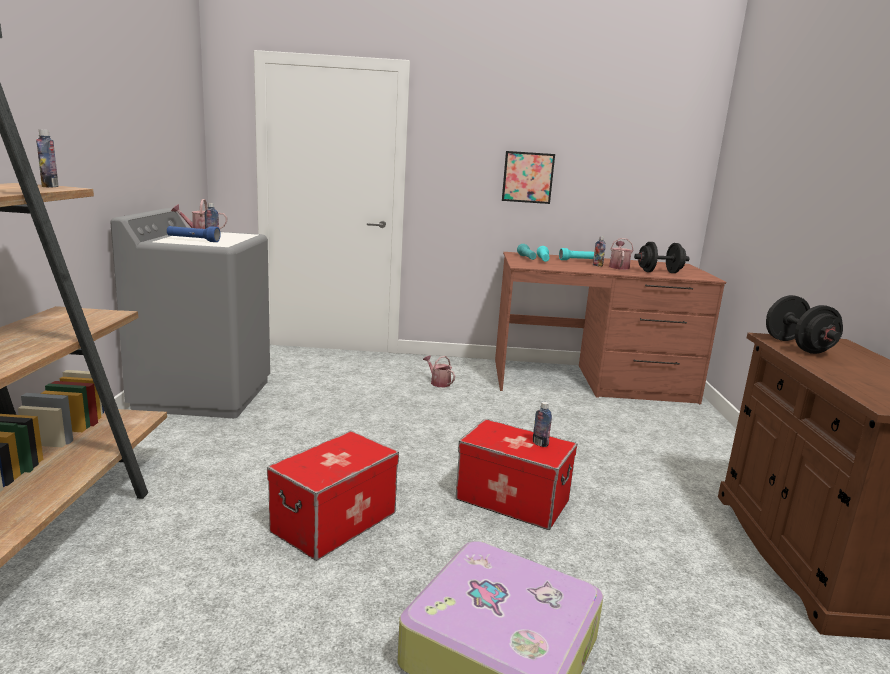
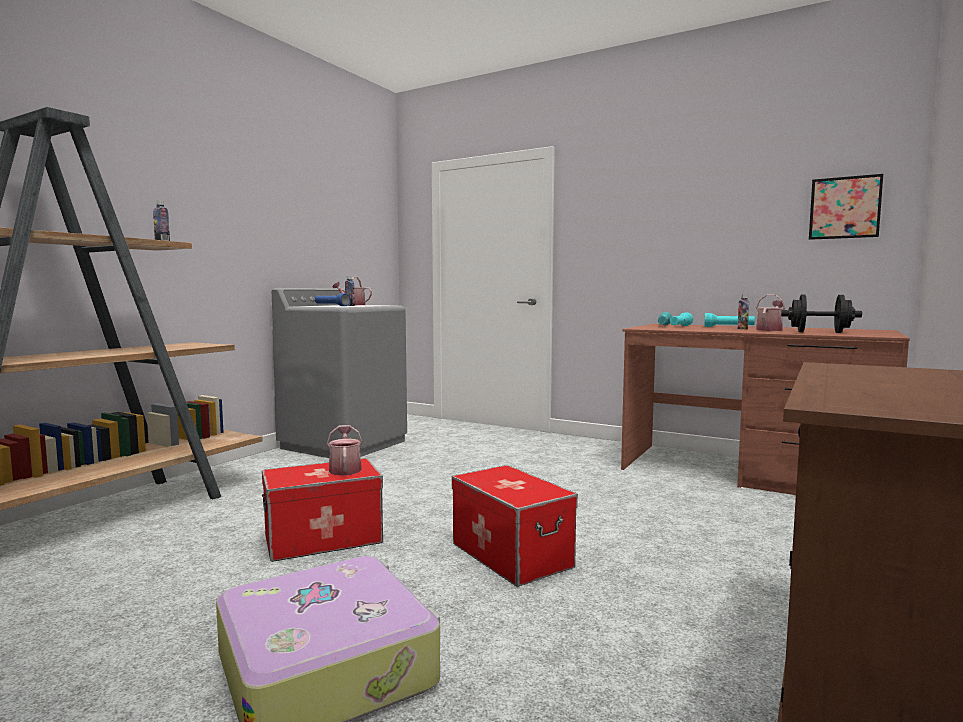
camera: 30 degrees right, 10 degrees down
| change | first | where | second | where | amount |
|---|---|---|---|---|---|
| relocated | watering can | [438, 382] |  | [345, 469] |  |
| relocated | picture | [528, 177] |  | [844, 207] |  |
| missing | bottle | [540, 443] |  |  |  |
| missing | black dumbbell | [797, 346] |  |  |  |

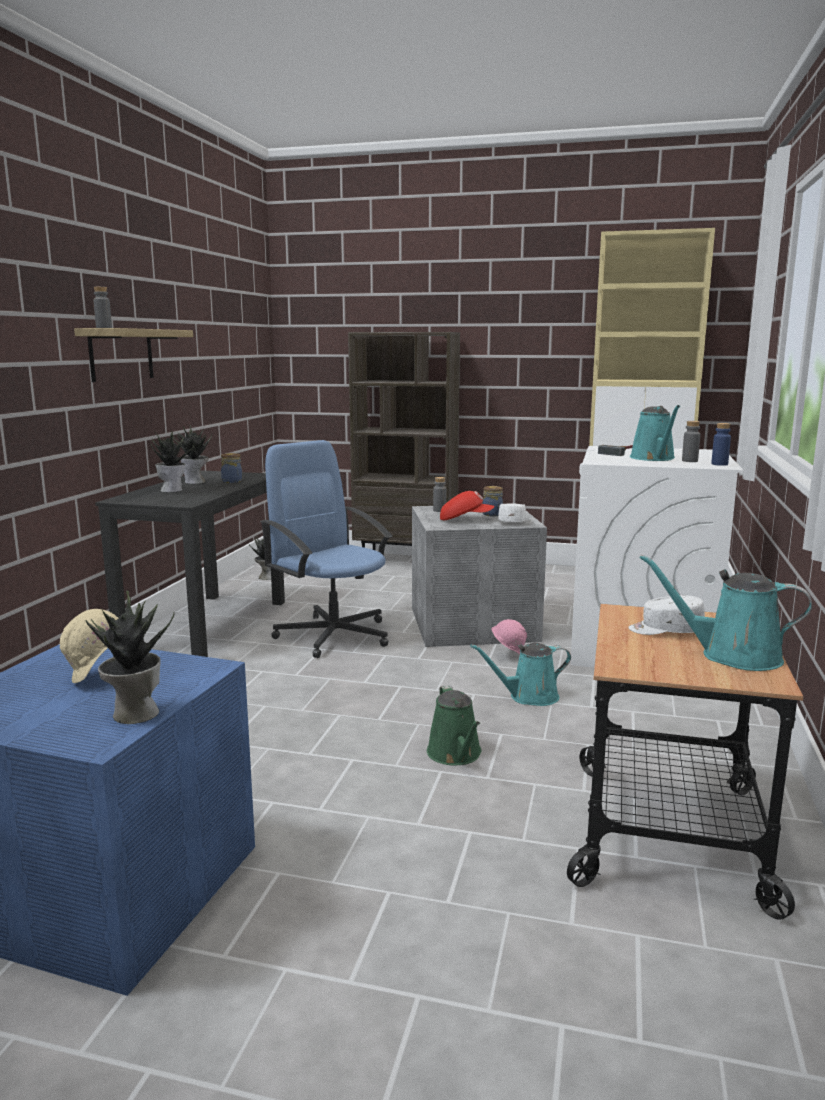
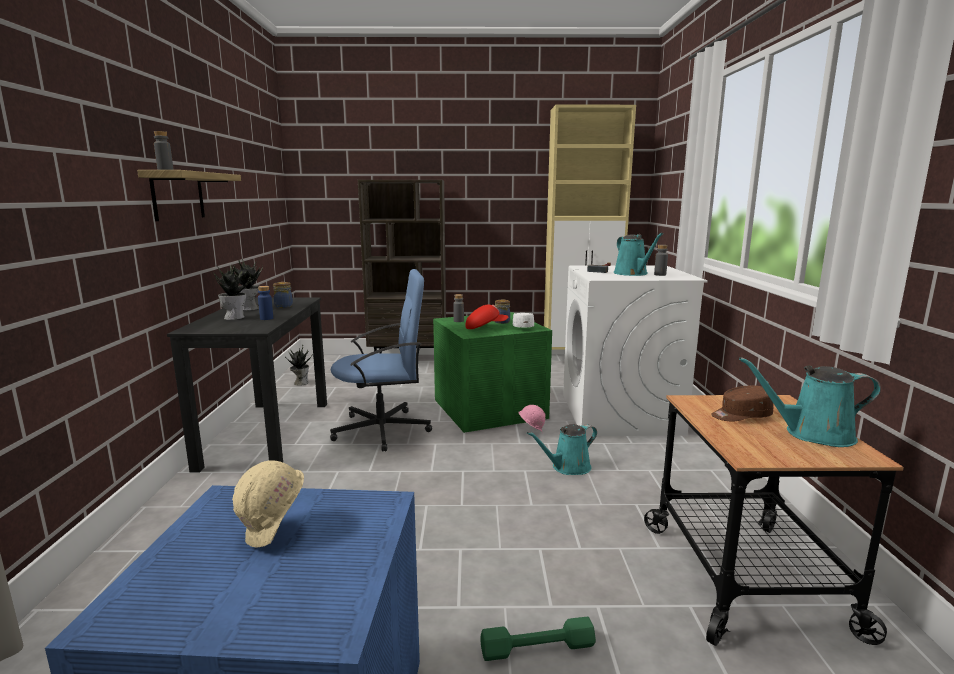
camera: 15 degrees left, 0 degrees up
| change | first | where | second | where | amount |
|---|---|---|---|---|---|
| relocated | blue bottle | [719, 464] |  | [266, 318] |  |
| spun | blue office chair | [333, 635] |  | [383, 430] | 135 degrees clockwise |
| colour | grey storage box | [471, 625] | green storage box | [488, 409] |  |
| appeared |  |  | green dumbbell | [537, 648] |  |
| colour | white cap | [665, 630] | brown cap | [740, 415] |  |
| missing | potted plant | [133, 714] |  |  |  |
| missing | green watering can | [456, 754] |  |  |  |

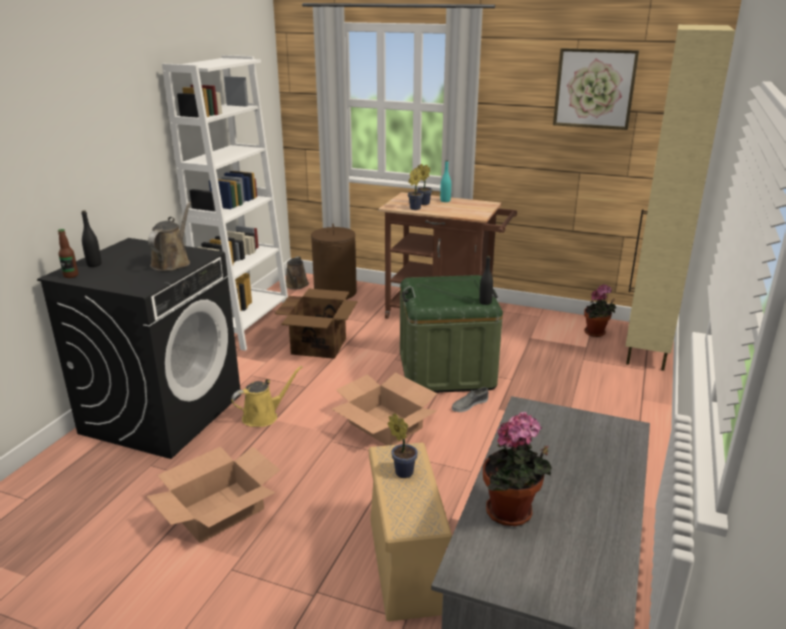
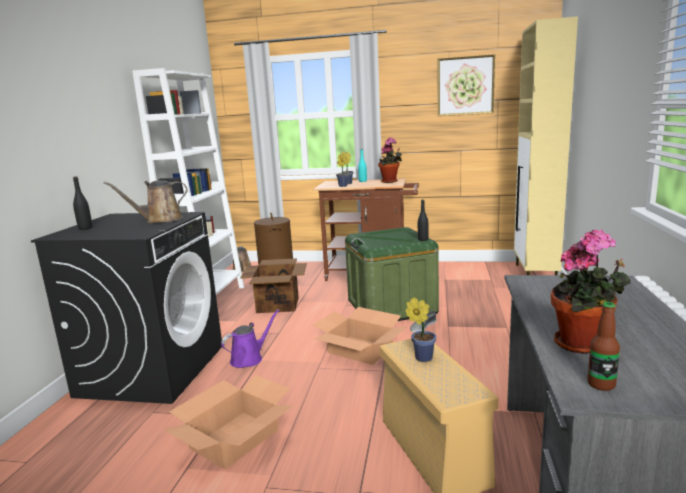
camera: 10 degrees left, 10 degrees down
| change | first | where | second | where | amount |
|---|---|---|---|---|---|
| spun | brown watering can | [172, 262] |  | [160, 220] | 120 degrees counterclockwise |
| colour | yellow watering can | [263, 416] | purple watering can | [249, 359] |  |
| relocated | potted plant | [596, 333] |  | [390, 181] |  |
| relocated | bottle | [71, 275] |  | [601, 384] |  |

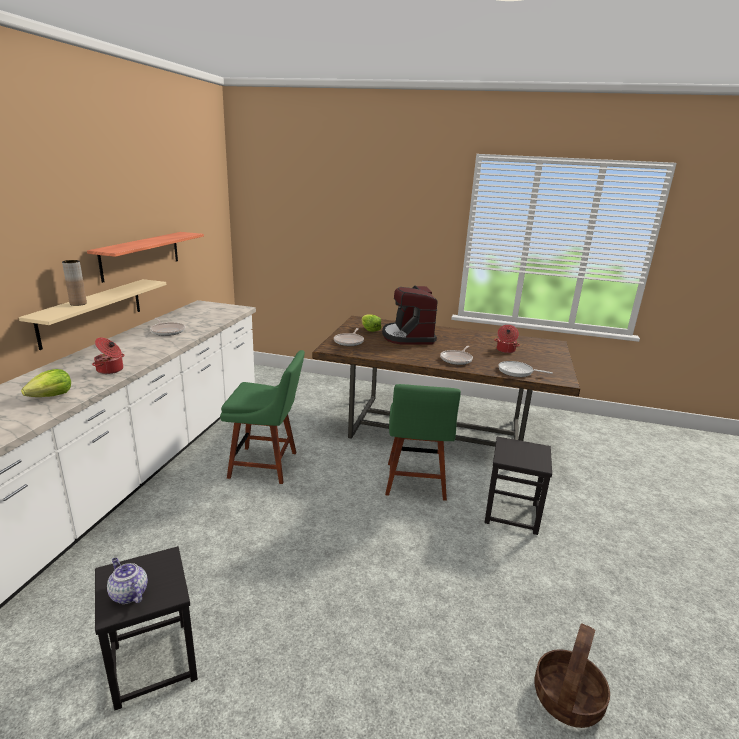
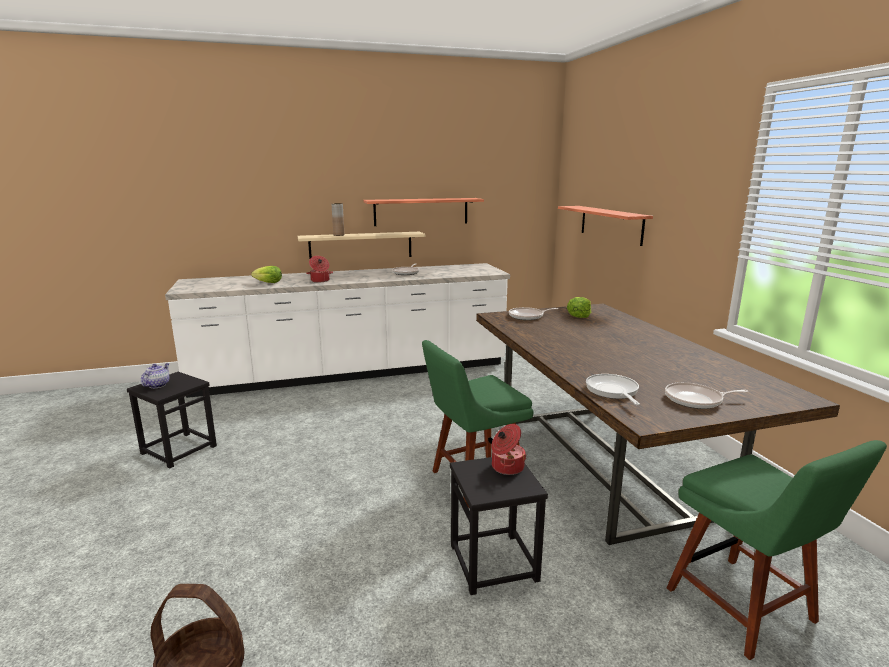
camera: 60 degrees right, 5 degrees down
| change | first | where | second | where | amount |
|---|---|---|---|---|---|
| relocated | cooking pot | [505, 350] |  | [506, 467] |  |
| appeared |  |  | shelf | [611, 224] |  |
| relocated | frying pan | [457, 359] |  | [696, 400] |  |
| relocated | green chair | [267, 465] |  | [746, 609] |  |
| missing | coffee machine | [408, 336] |  |  |  |

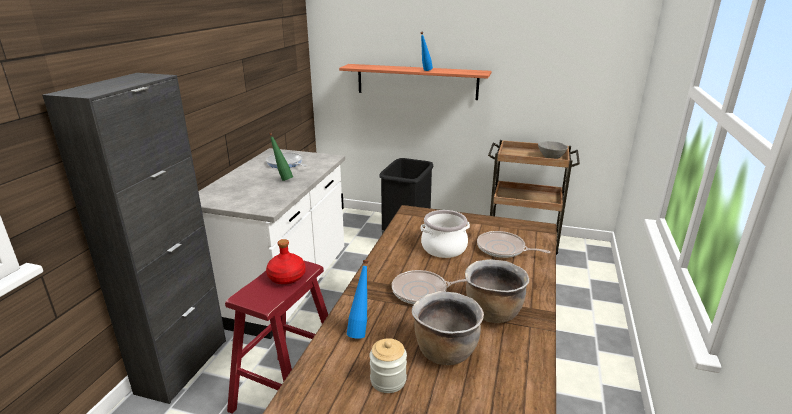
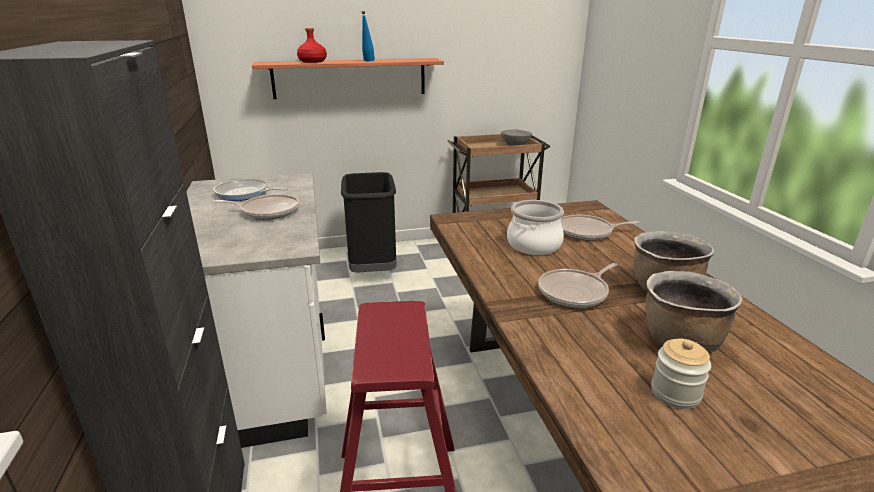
camera: 30 degrees left, 0 degrees up
| change | first | where | second | where | amount |
|---|---|---|---|---|---|
| exchanged | green bottle | [282, 179] | frying pan | [267, 211] |  |
| relocated | red bottle | [286, 277] |  | [312, 61] |  |
| missing | blue bottle | [360, 331] |  |  |  |

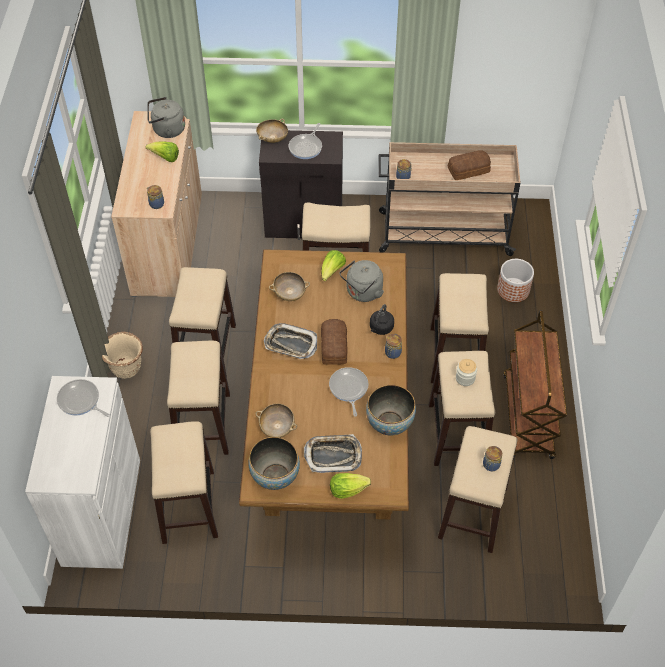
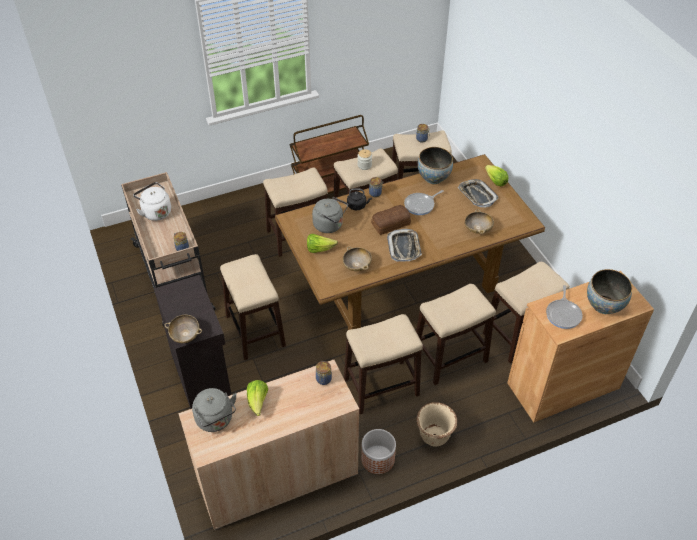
camera: 115 degrees left, 5 degrees down
| change | first | where | second | where | amount |
|---|---|---|---|---|---|
| exchanged | bread | [469, 170] | white kettle | [155, 212] |  |
| relocated | planter | [513, 290] |  | [377, 459] |  |
| colour | white cabinet | [101, 511] | brown cabinet | [563, 385] |  |
| relocated | bowl | [275, 477] |  | [603, 305] |  |
| missing | frying pan | [306, 147] |  |  |  |

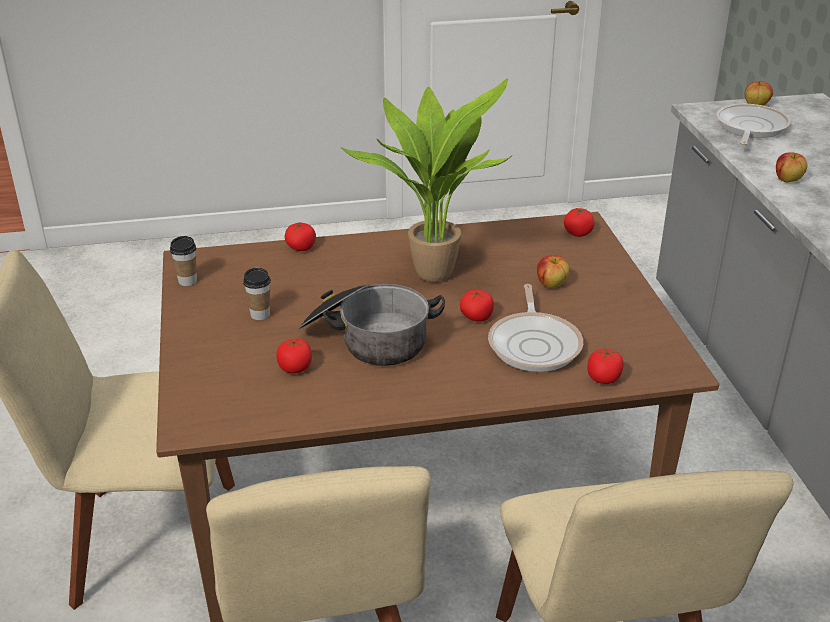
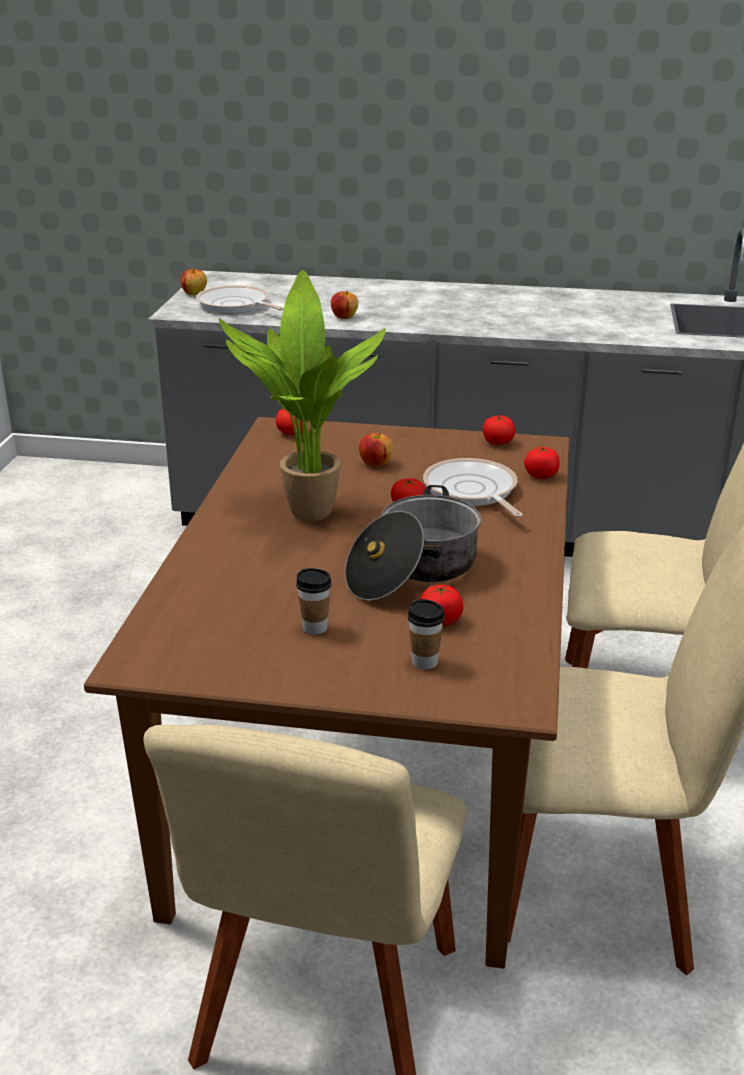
camera: 70 degrees left, 5 degrees down
| change | first | where | second | where | amount |
|---|---|---|---|---|---|
| relocated | cup | [187, 281] |  | [424, 662] |  |
| spun | frying pan | [535, 344] |  | [472, 491] | 135 degrees counterclockwise |
| relocated | tomato | [301, 247] |  | [497, 442] |  |

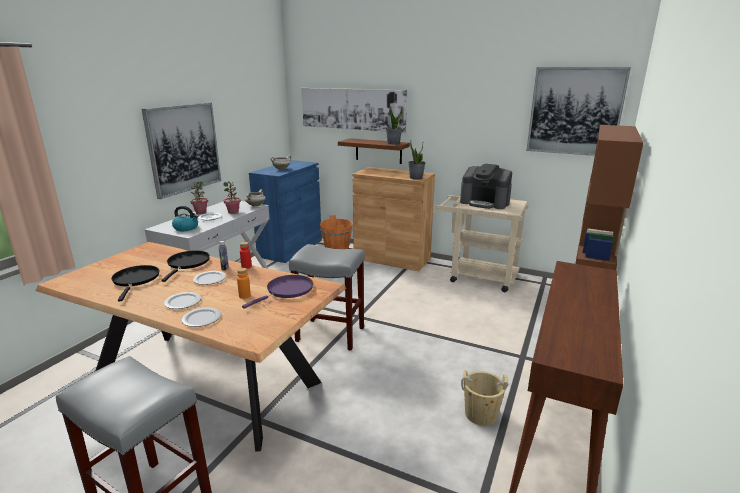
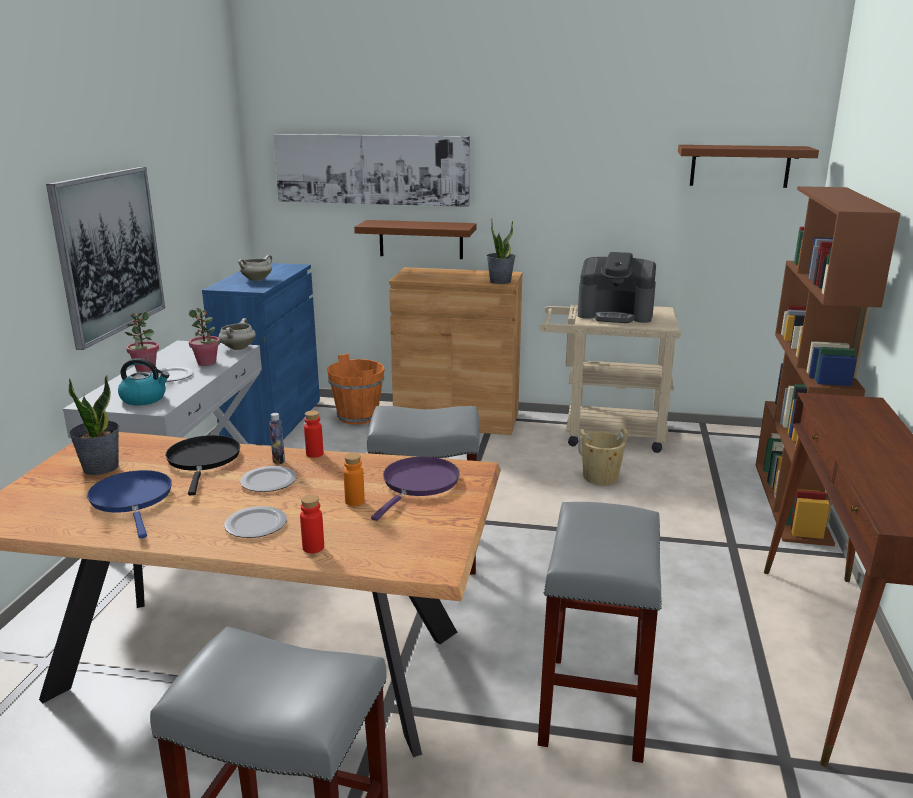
camera: 15 degrees left, 0 degrees up
| change | first | where | second | where | amount |
|---|---|---|---|---|---|
| relocated | potted plant | [393, 143] |  | [100, 467] |  |
| colour | black frying pan | [135, 280] | blue frying pan | [132, 499] |  |
| exchanged | plate | [201, 319] | red bottle | [313, 547] |  |
| appeared |  |  | grey stool | [594, 708] |  |
| relocated | beige bucket | [481, 414] |  | [600, 477] |  |
| exchanged | picture | [575, 111] | brown shelf | [740, 166] |  |

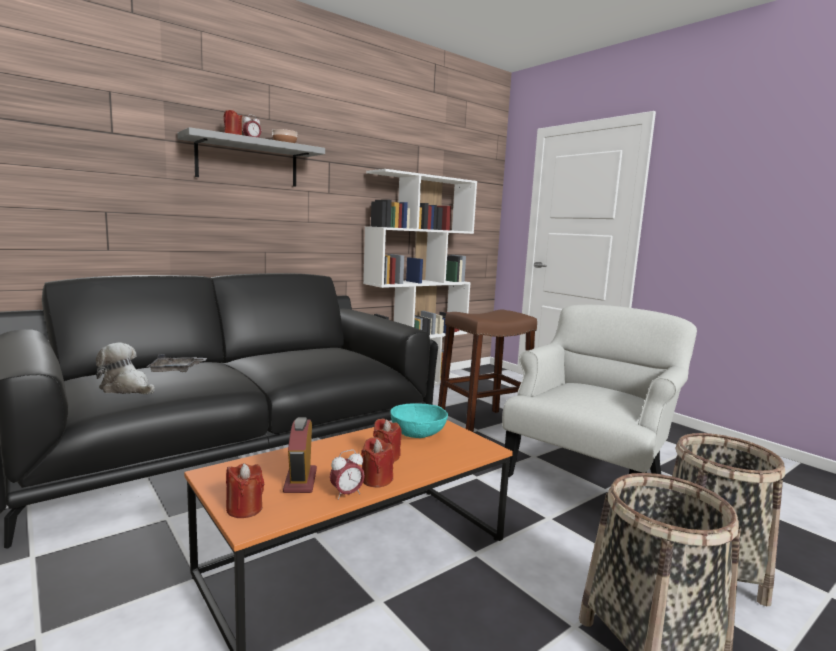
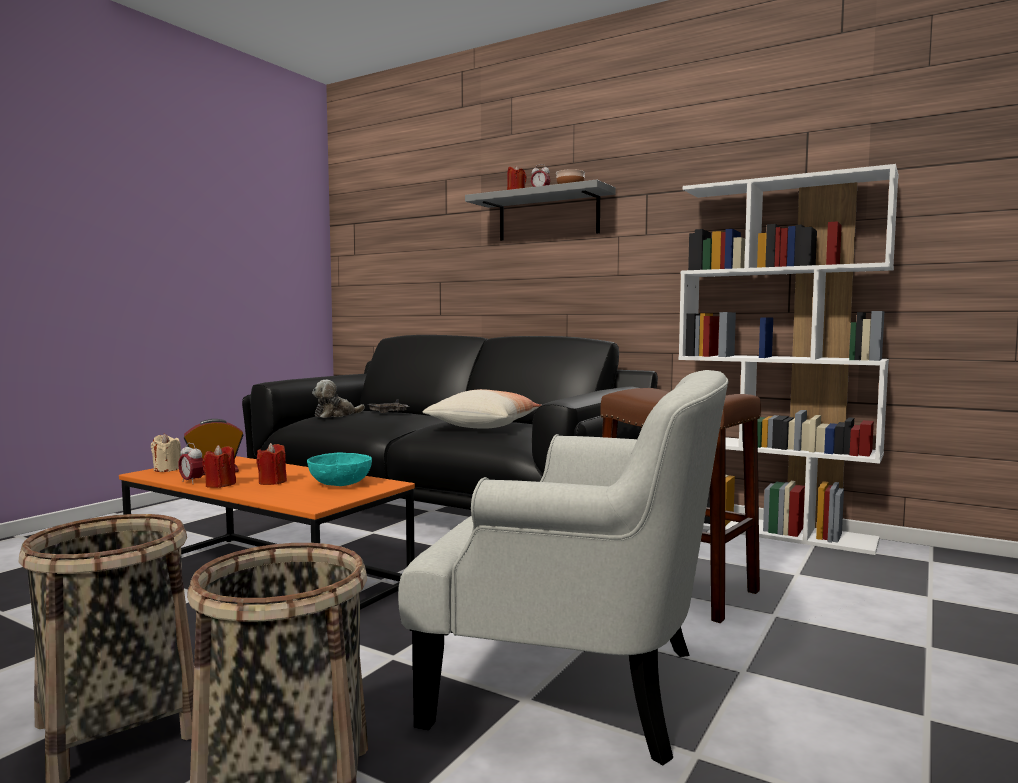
camera: 70 degrees right, 5 degrees down
| change | first | where | second | where | amount |
|---|---|---|---|---|---|
| colour | red candle | [244, 509] | beige candle | [167, 469] |  |
| spun | plush toy | [127, 389] |  | [336, 415] | 135 degrees counterclockwise |
| appeared |  |  | pillow | [484, 425] |  |

